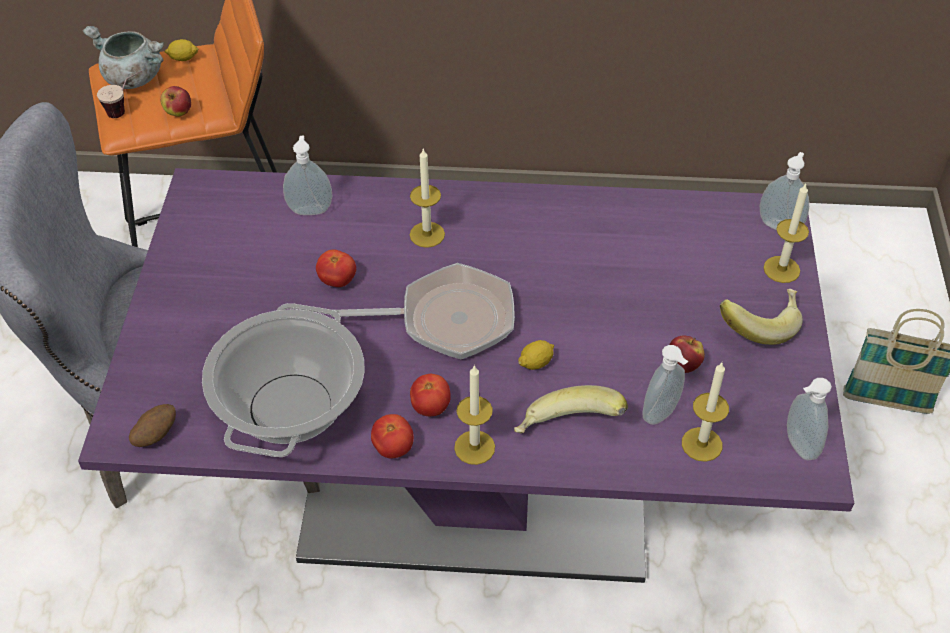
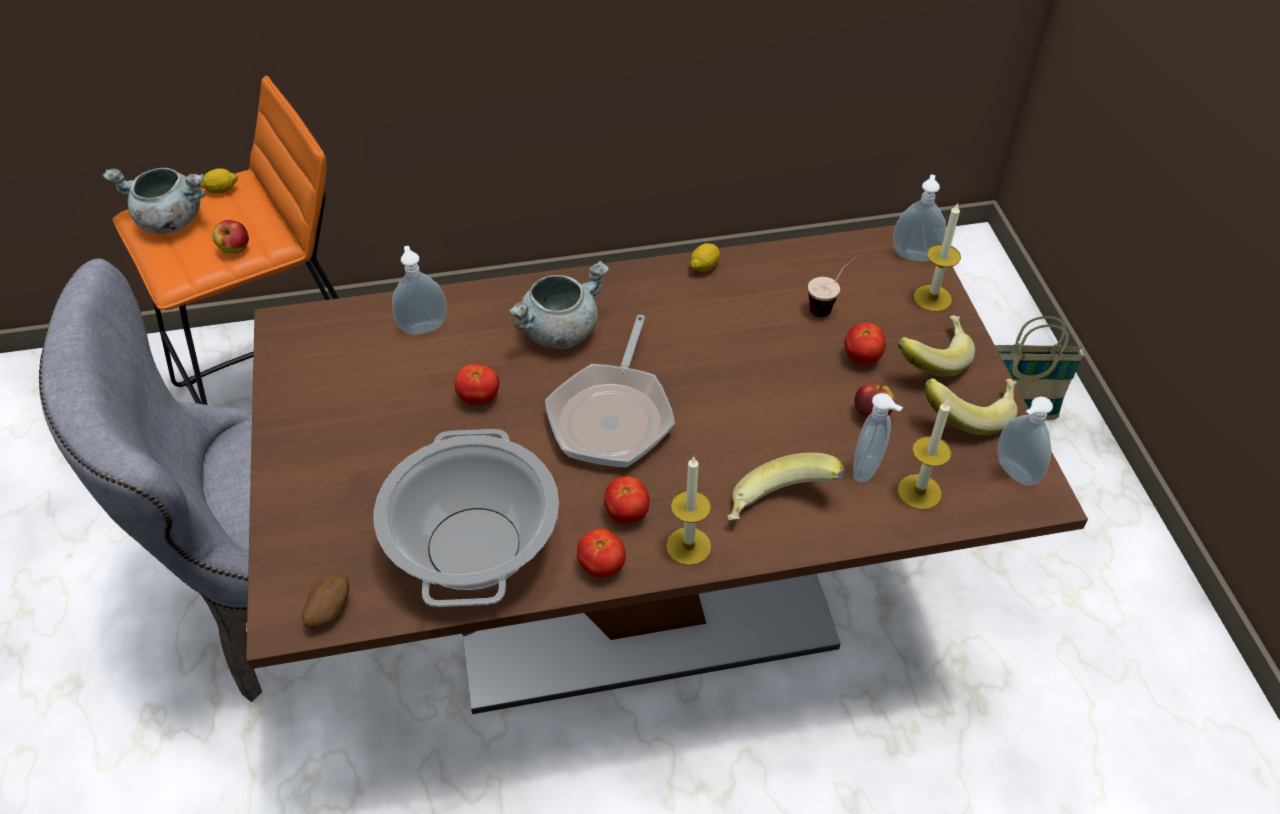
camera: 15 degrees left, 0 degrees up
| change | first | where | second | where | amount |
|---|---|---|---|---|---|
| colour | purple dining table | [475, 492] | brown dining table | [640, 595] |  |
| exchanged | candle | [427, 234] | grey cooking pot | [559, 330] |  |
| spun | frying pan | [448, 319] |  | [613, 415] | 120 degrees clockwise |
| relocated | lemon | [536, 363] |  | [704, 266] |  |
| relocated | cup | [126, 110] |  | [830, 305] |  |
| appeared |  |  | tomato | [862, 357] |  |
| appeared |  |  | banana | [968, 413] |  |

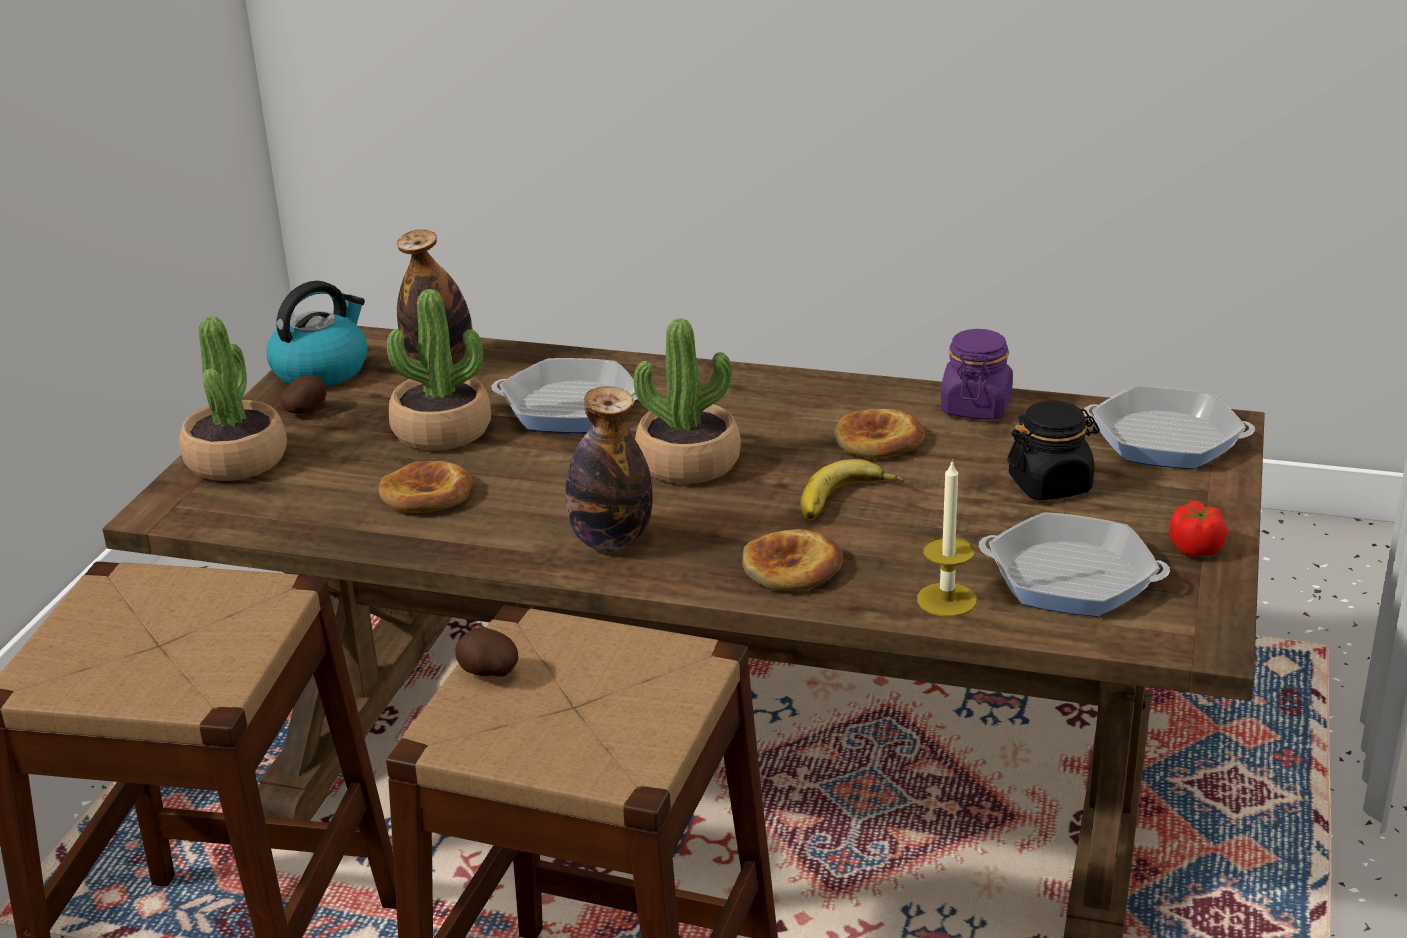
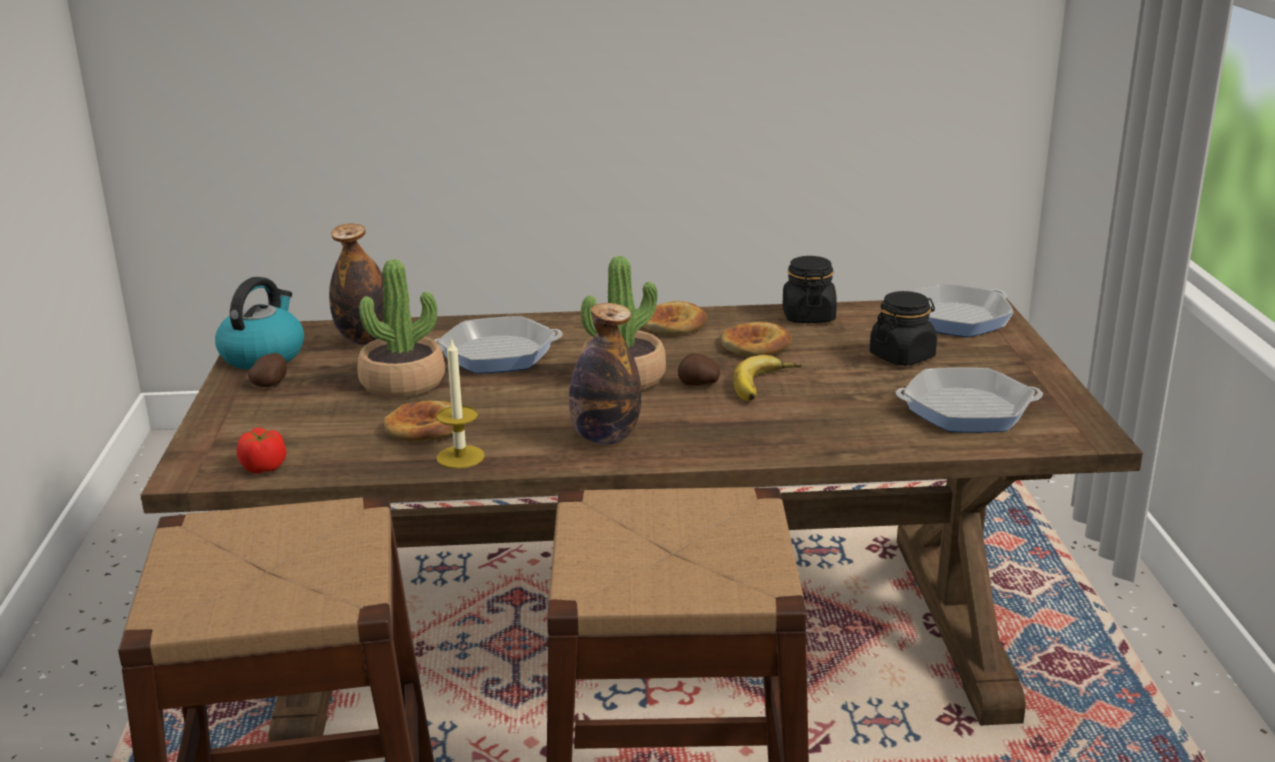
camera: 20 degrees left, 5 degrees down
| change | first | where | second | where | amount |
|---|---|---|---|---|---|
| relocated | tomato | [1195, 548] |  | [263, 467] |  |
| relocated | candle | [946, 600] |  | [460, 457] |  |
| relocated | bread | [792, 568] |  | [673, 324] |  |
| relocated | potato | [488, 672] |  | [698, 384] |  |
| colour | purple jar | [976, 407] | black jar | [808, 316] |  |
| spun | frying pan | [1166, 439] |  | [955, 319] | 150 degrees clockwise |
| missing | potted plant | [237, 460] |  |  |  |

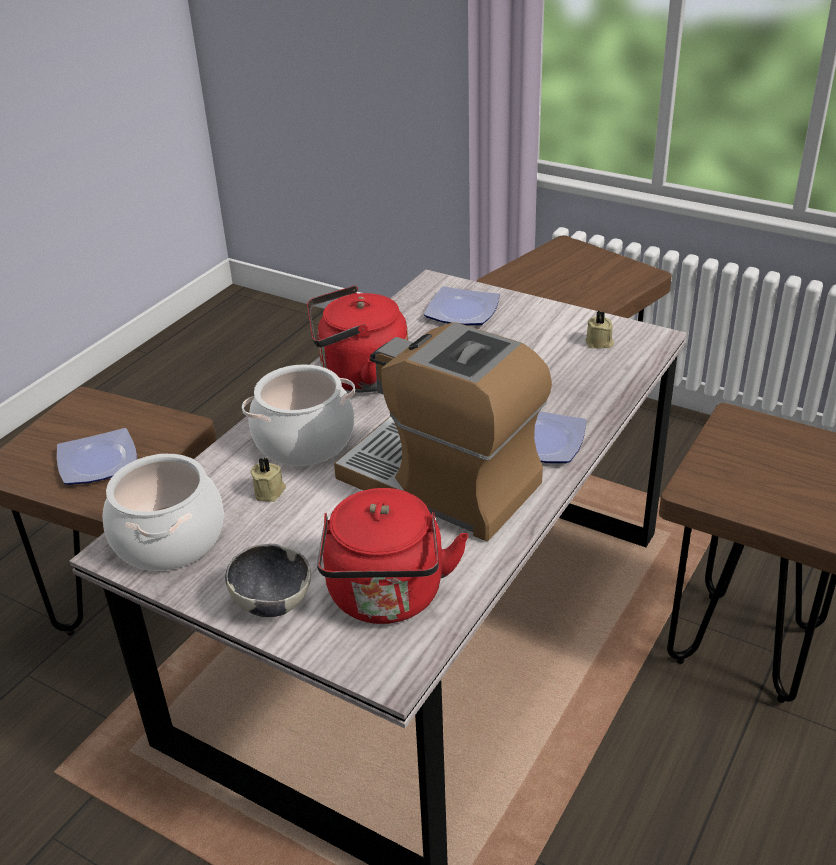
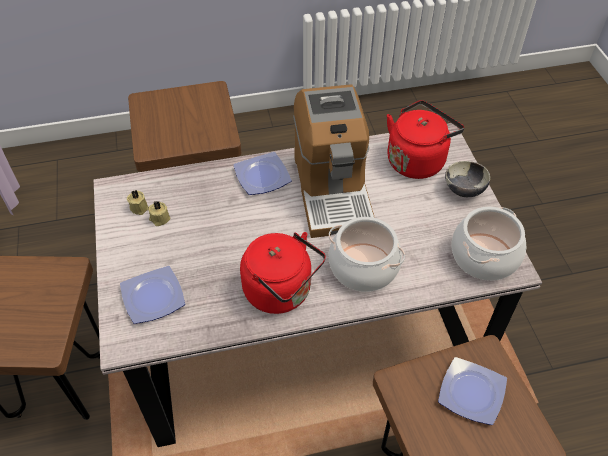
camera: 135 degrees left, 15 degrees up
| change | first | where | second | where | amount |
|---|---|---|---|---|---|
| relocated | beige candle | [270, 492] |  | [159, 219] |  |

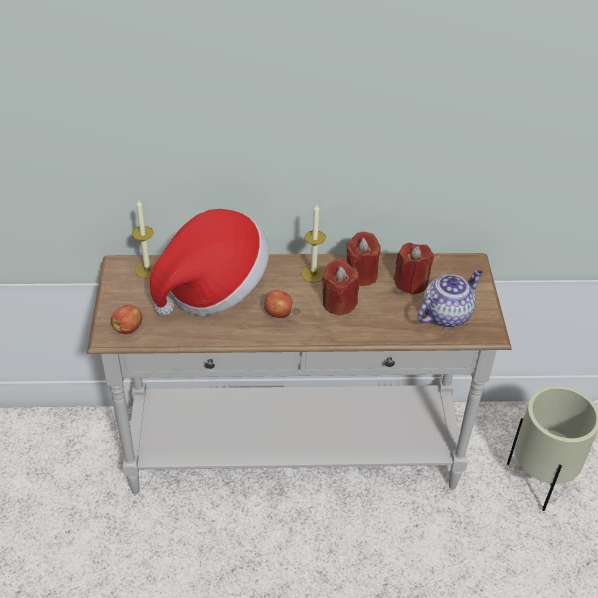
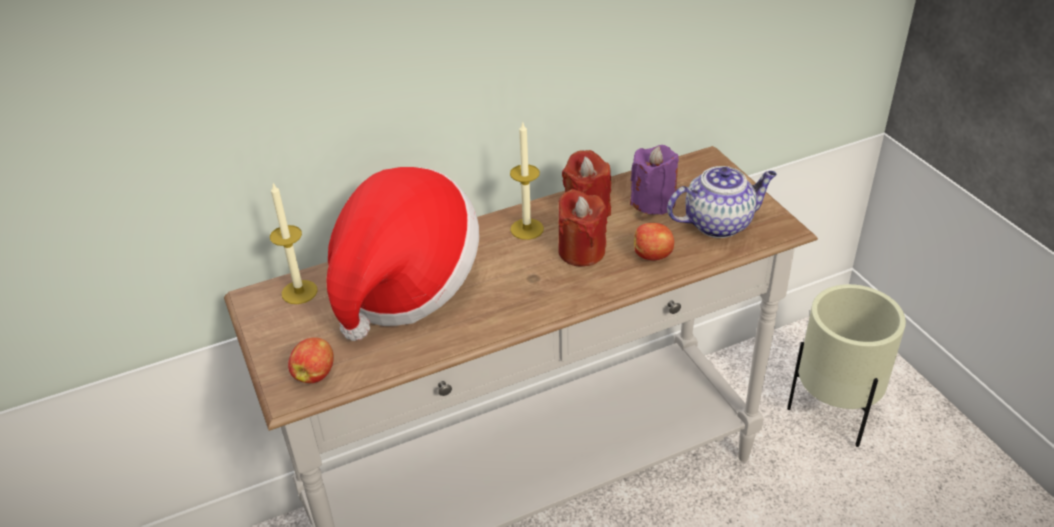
camera: 20 degrees left, 5 degrees down
| change | first | where | second | where | amount |
|---|---|---|---|---|---|
| colour | red candle | [411, 283] | purple candle | [653, 202] |  |
| relocated | apple | [278, 313] |  | [653, 255] |  |
| spun | teapot | [446, 314] |  | [719, 223] | 45 degrees clockwise |

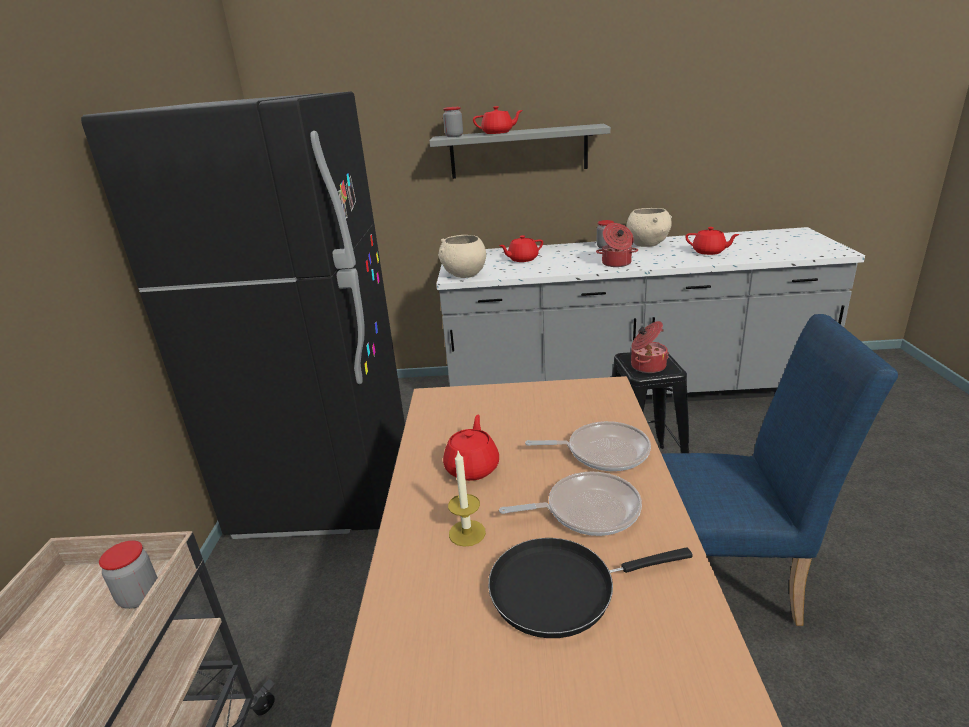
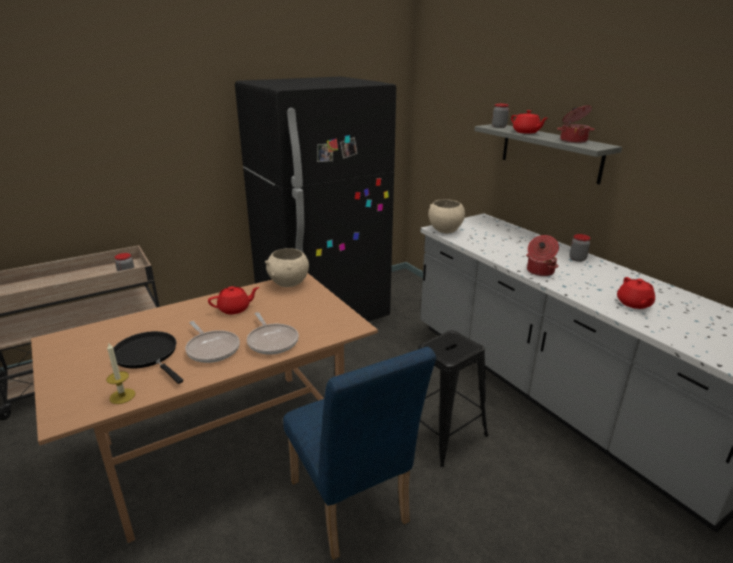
camera: 55 degrees right, 0 degrees up
| change | first | where | second | where | amount |
|---|---|---|---|---|---|
| relocated | candle | [467, 533] |  | [122, 396] |  |
| relocated | beige bowl | [647, 244] |  | [289, 283] |  |
| relocated | cooking pot | [647, 366] |  | [573, 141] |  |
| missing | red teapot | [522, 259] |  |  |  |

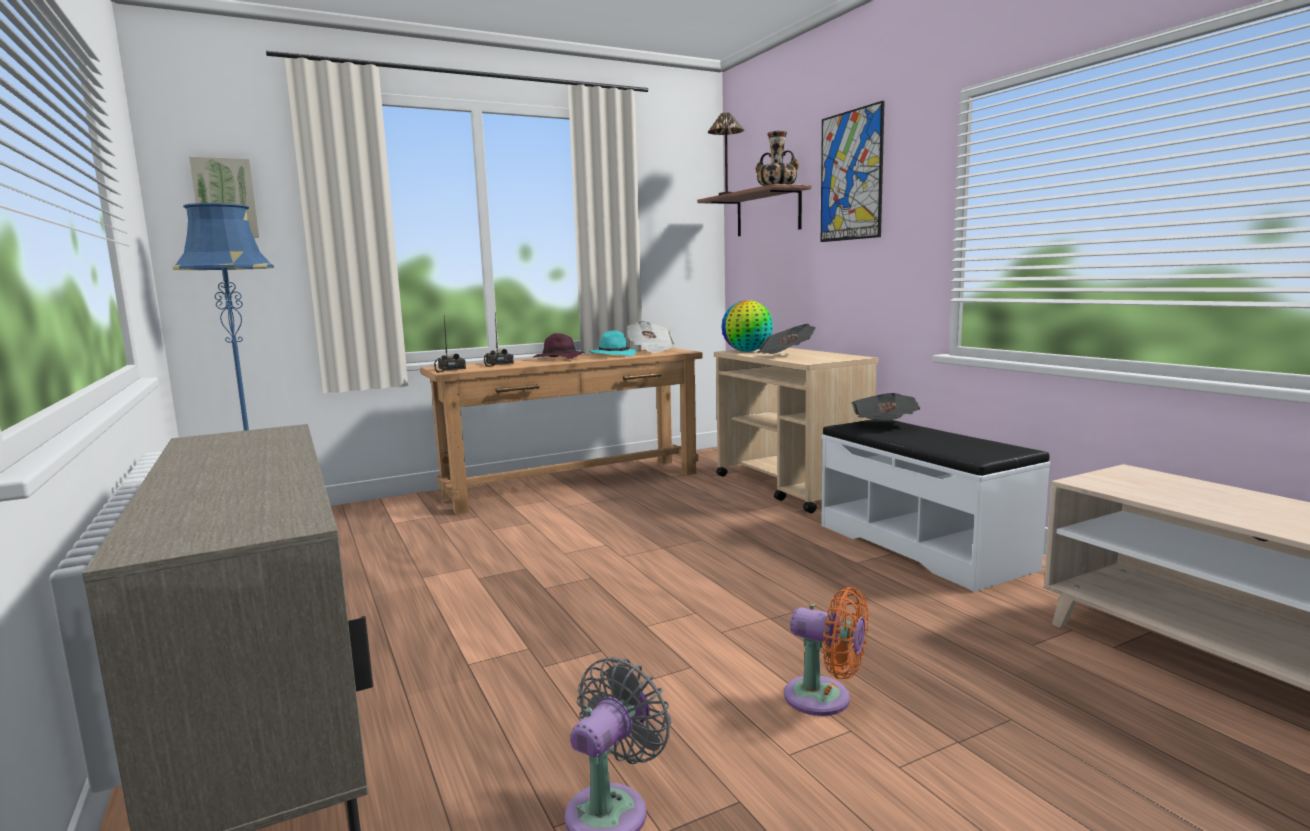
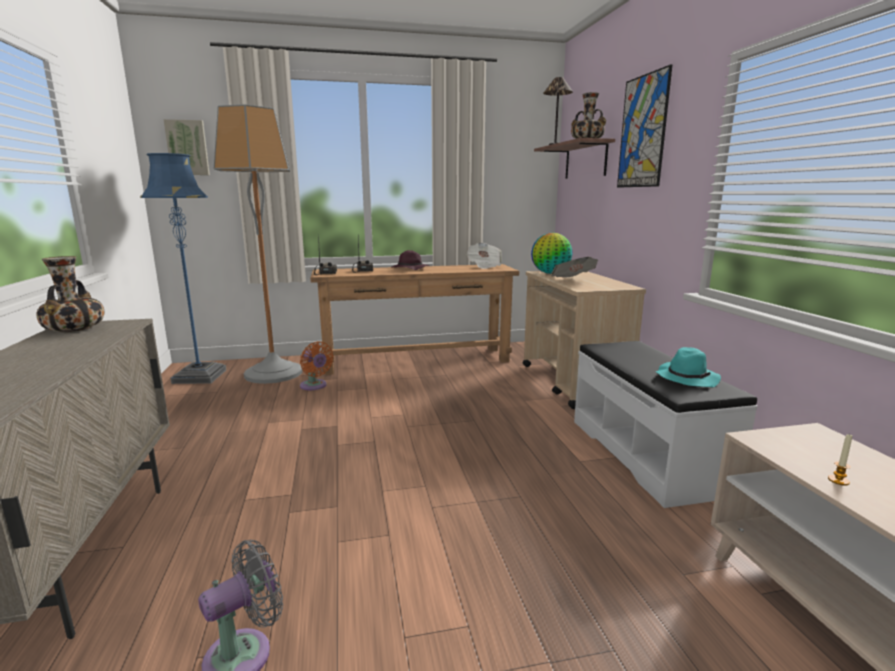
camera: 15 degrees right, 5 degrees up
| change | first | where | second | where | amount |
|---|---|---|---|---|---|
| appeared |  |  | vase | [73, 328] |  |
| appeared |  |  | floor lamp | [273, 373] |  |
| relocated | orange fan | [824, 699] |  | [315, 386] |  |
| relocated | turquoise hat | [613, 355] |  | [686, 378] |  |
| appeared |  |  | candle | [838, 480] |  |
| missing | newspaper | [884, 426] |  |  |  |

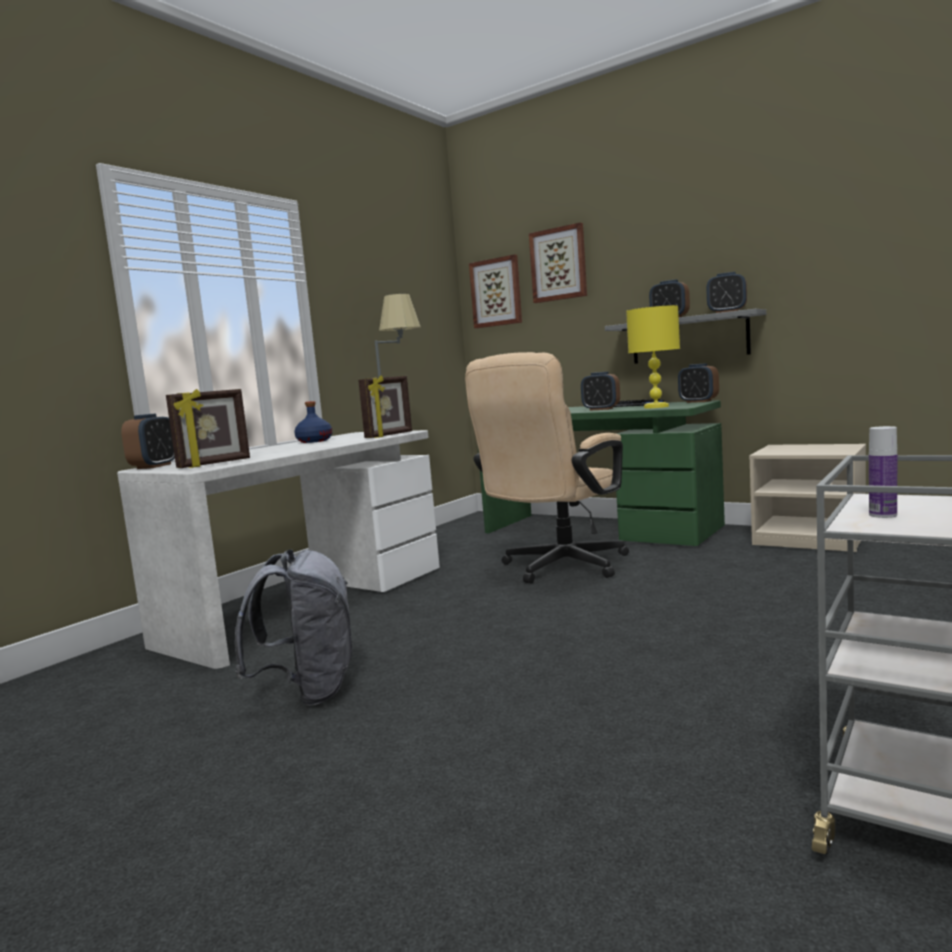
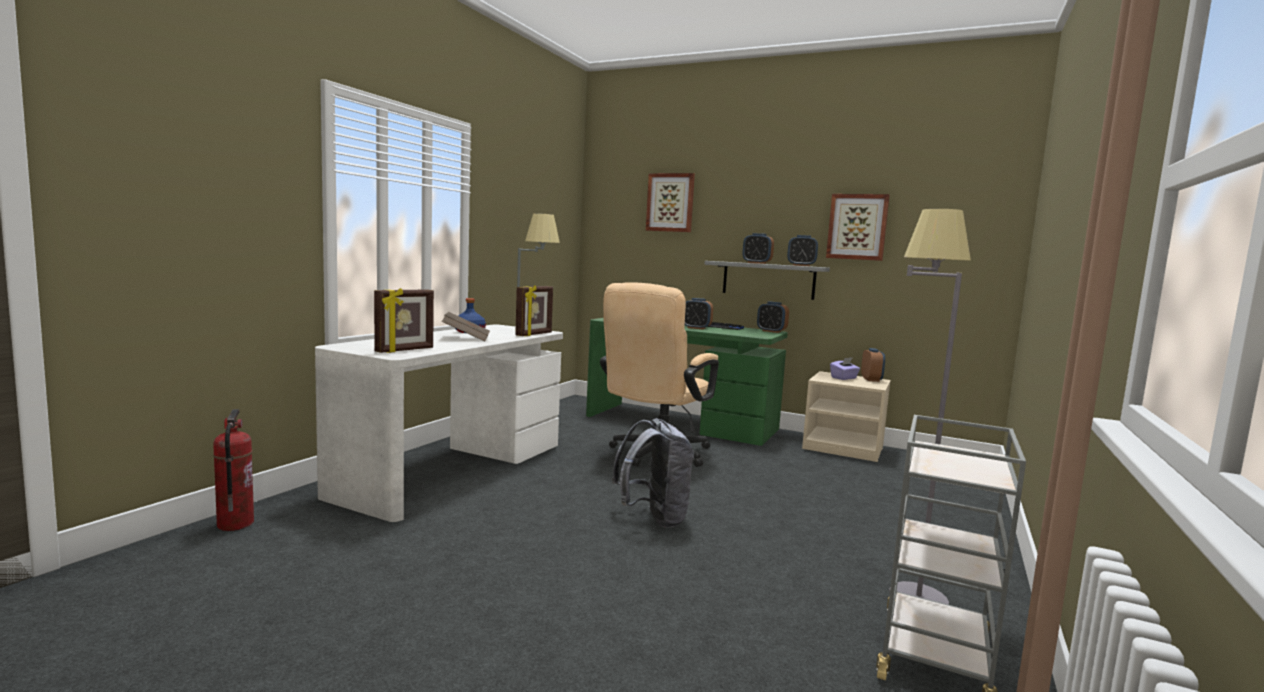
camera: 10 degrees left, 0 degrees up
| change | first | where | second | where | amount |
|---|---|---|---|---|---|
| appeared |  |  | fire extinguisher | [235, 524] |  |
| appeared |  |  | brown book | [466, 338] |  |
| relocated | grey backpack | [308, 691] |  | [653, 518] |  |
| relocated | picture | [496, 292] |  | [857, 227] |  |
| appeared |  |  | purple tissue box | [844, 378] |  |
| relocated | alarm clock | [154, 466] |  | [871, 379] |  |
| appeared |  |  | grey floor lamp | [905, 583] |  |
| missing | yellow table lamp | [656, 407] |  |  |  |
| missing | bottle | [882, 515] |  |  |  |

